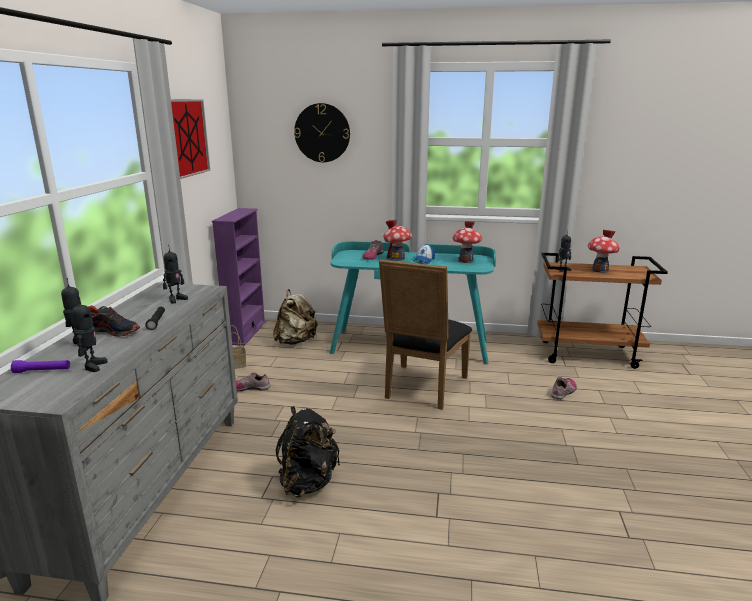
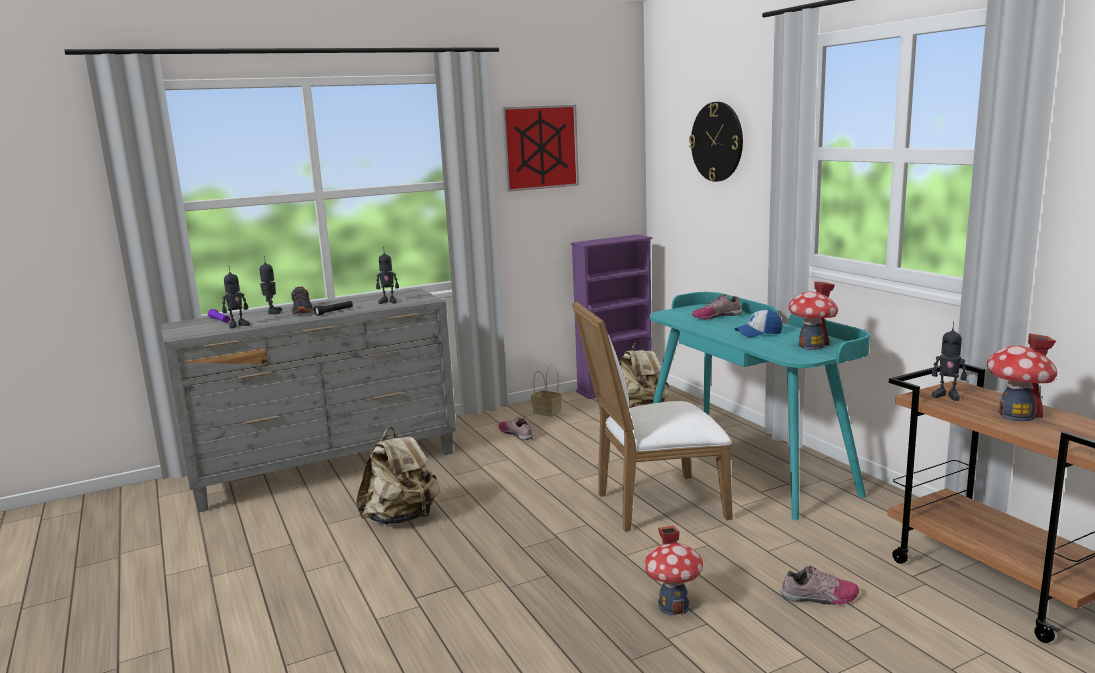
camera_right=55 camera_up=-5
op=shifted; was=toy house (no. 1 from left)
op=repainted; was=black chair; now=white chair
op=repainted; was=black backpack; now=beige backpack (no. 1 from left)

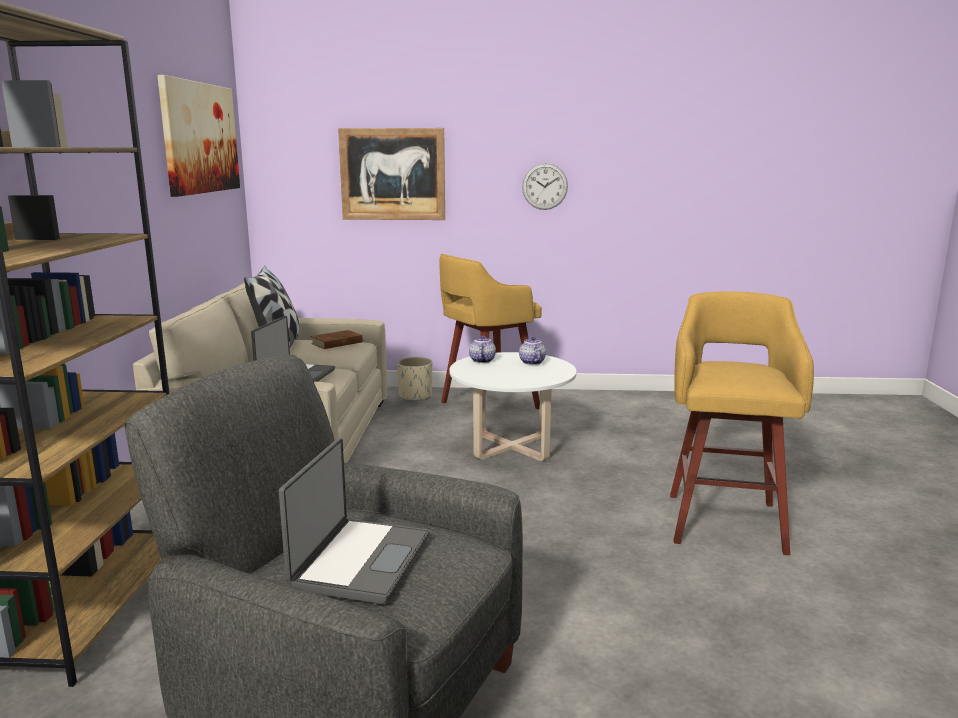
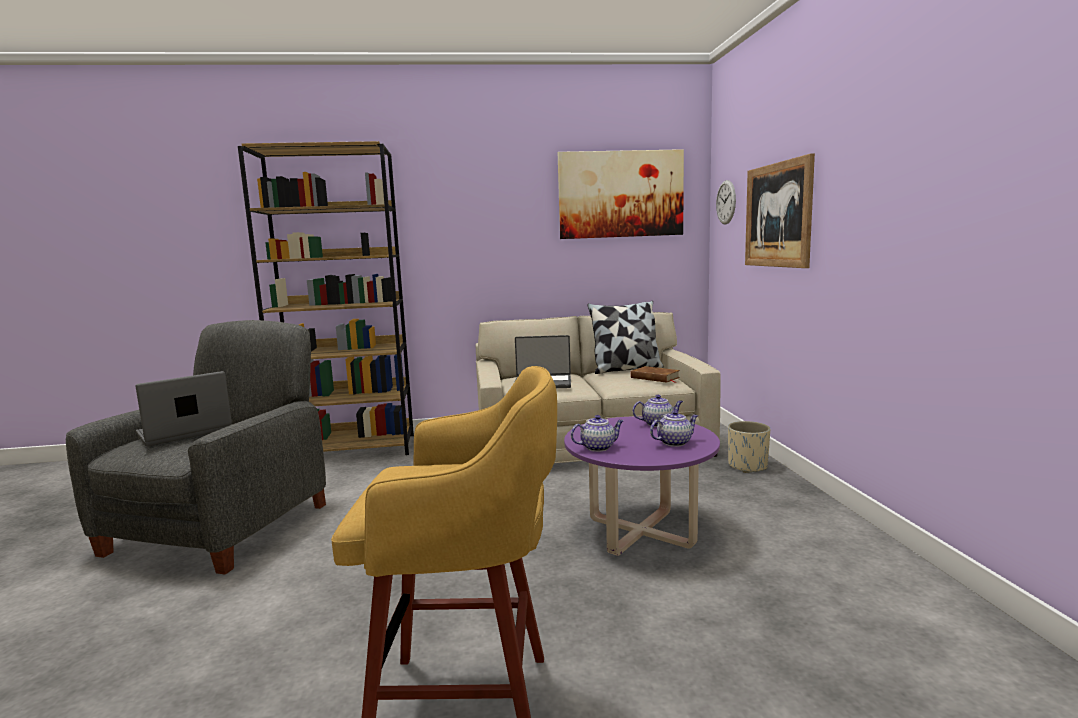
camera_right=80 camera_up=-5
op=shifted; was=wall clock
op=gone; was=yellow stool (no. 1 from left)
op=repainted; was=white coffee table; now=purple coffee table
op=rotated; was=laptop (no. 2 from left in the first image); clockwise=135
op=new; now=teapot (no. 1 from left)

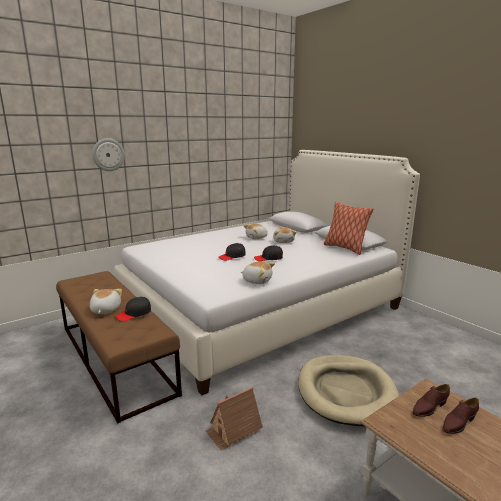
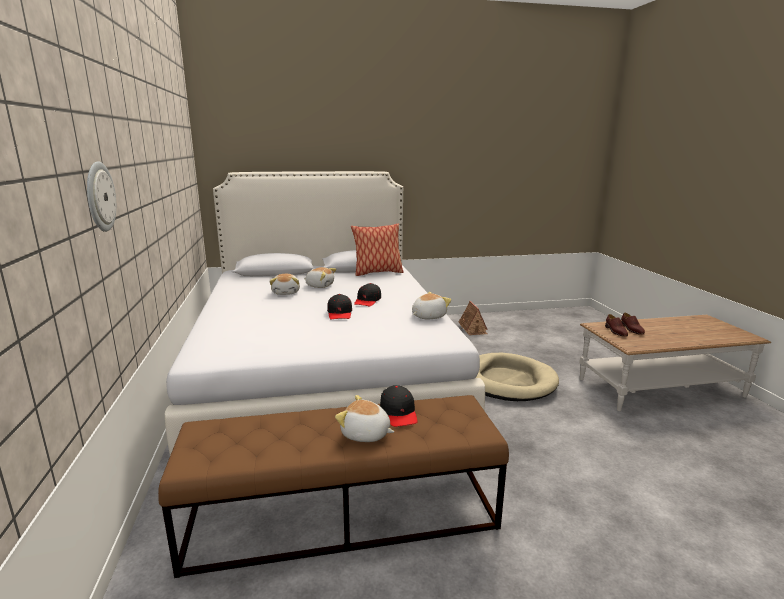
camera_right=-65 camera_up=0
op=shifted; was=toy house

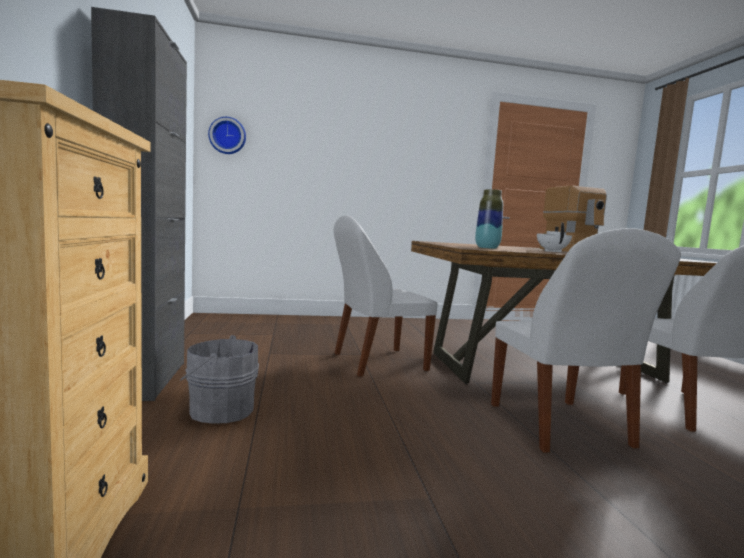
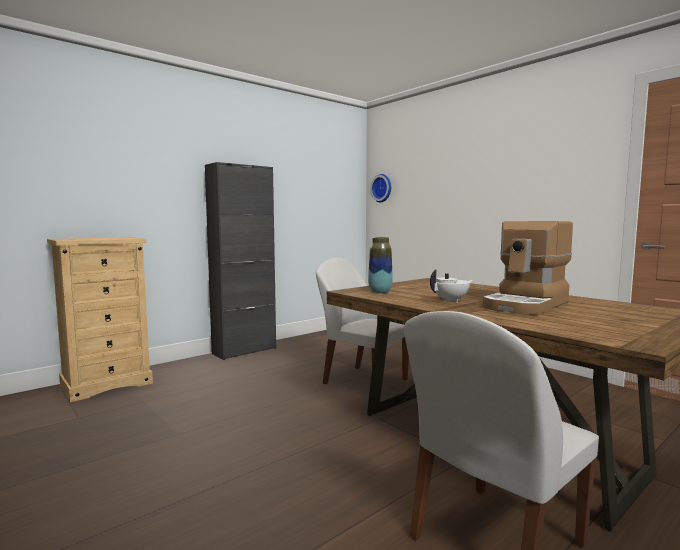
camera_right=60 camera_up=0
op=gone; was=white chair (no. 2 from left)
op=gone; was=grey bucket

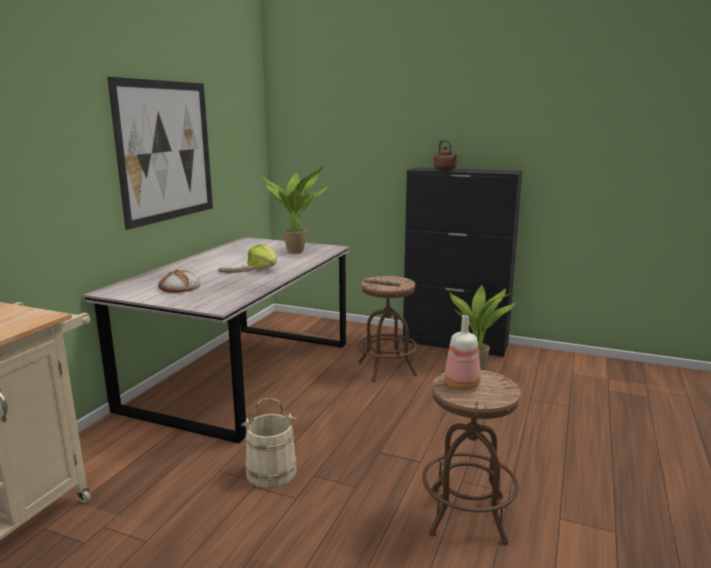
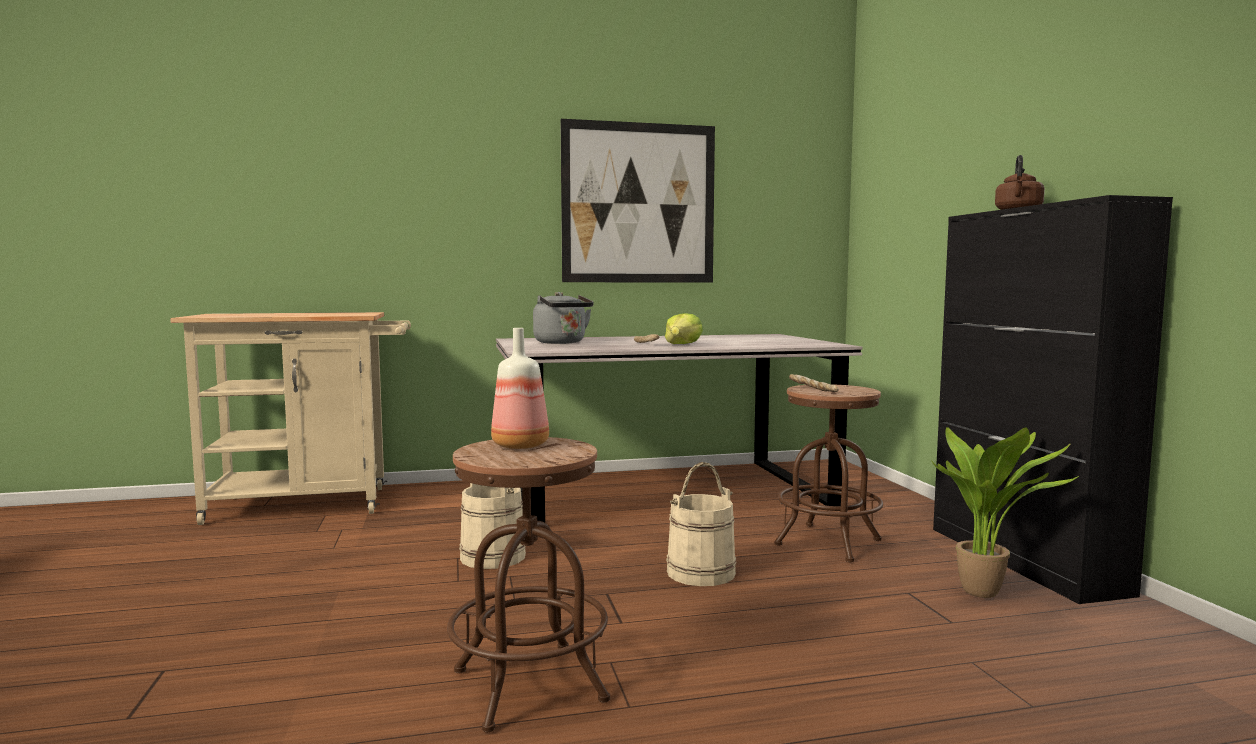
camera_right=55 camera_up=-10
op=gone; was=potted plant (no. 1 from left)
op=swapped; was=bread (no. 1 from left); now=grey kettle
op=new; now=beige bucket (no. 2 from left)

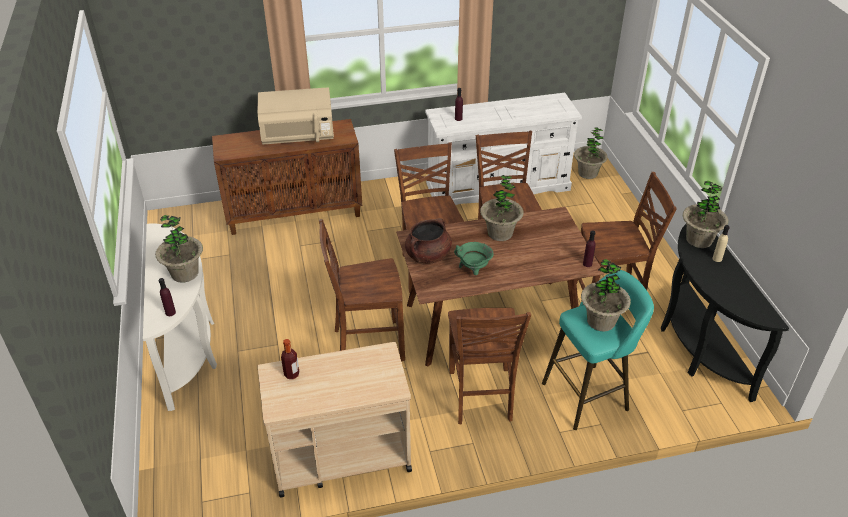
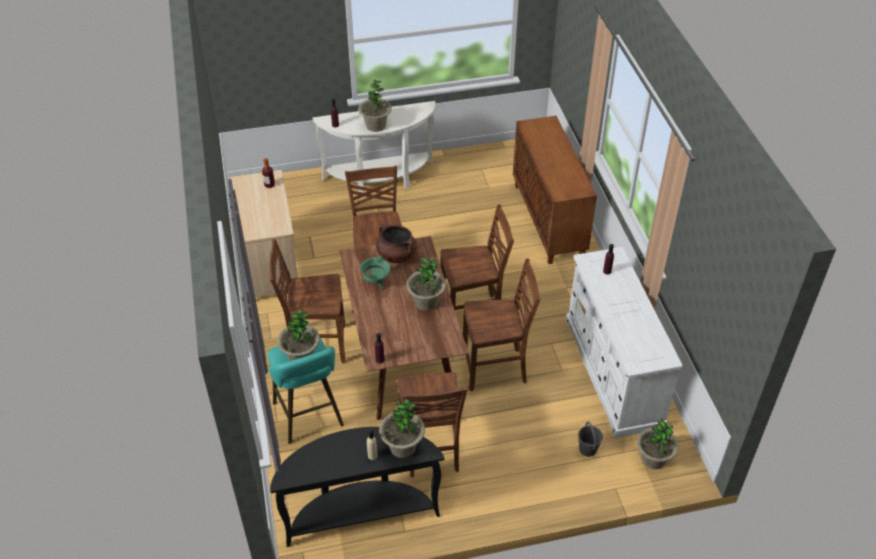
camera_right=90 camera_up=5
op=gone; was=beige microwave
op=new; now=grey bucket

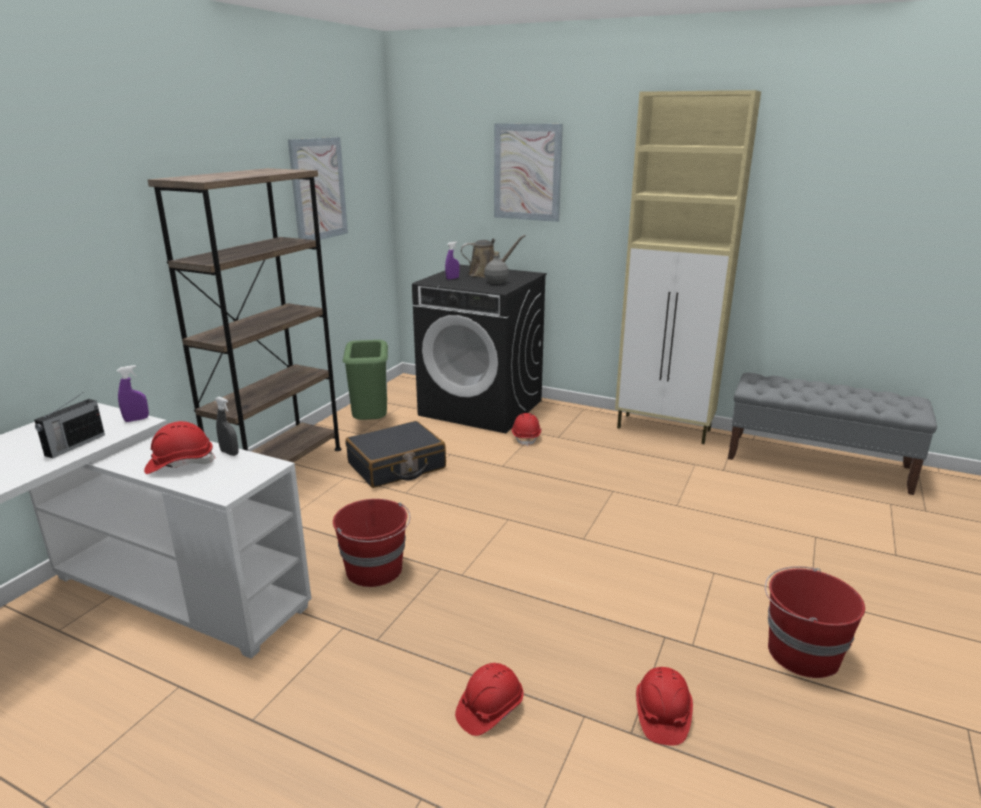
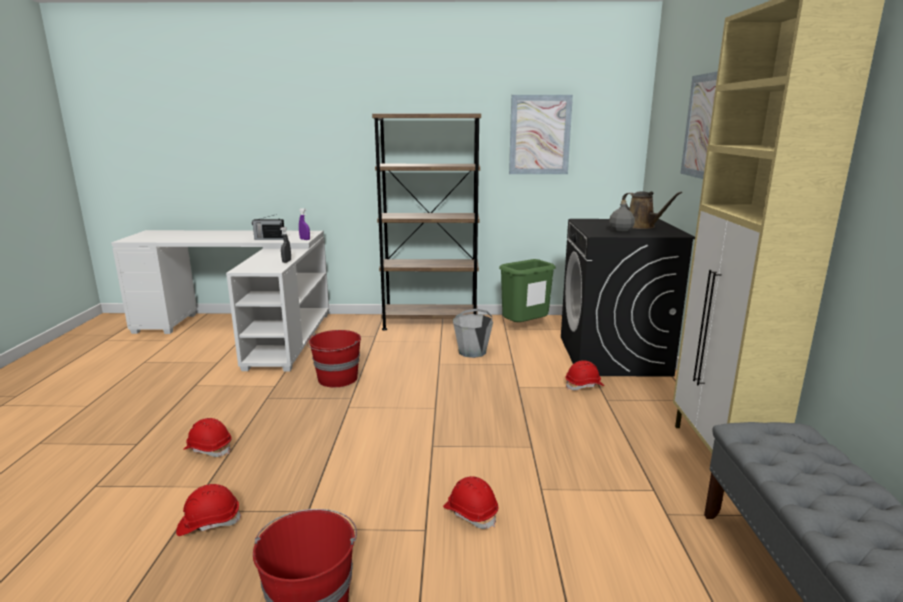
camera_right=65 camera_up=-5
op=gone; was=purple spray bottle (no. 2 from left)
op=shifted; was=red hard hat (no. 1 from left in the first image); now=red hard hat (no. 3 from left)
op=swapped; was=black suitcase; now=grey bucket

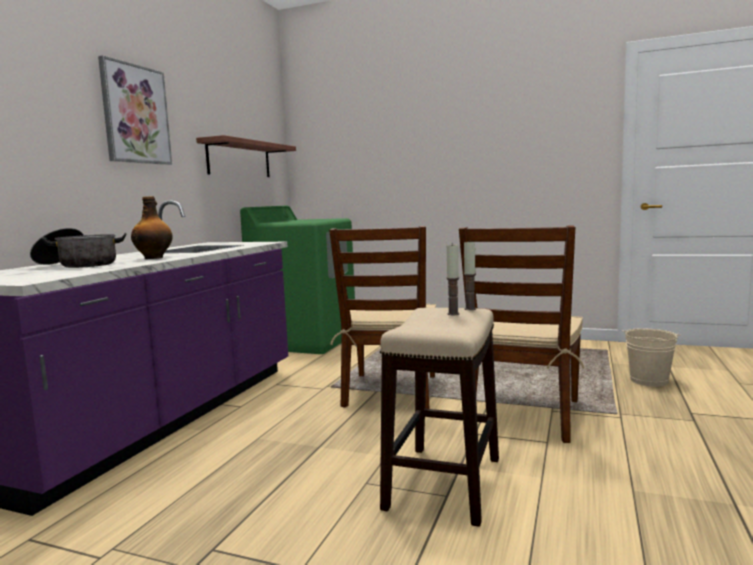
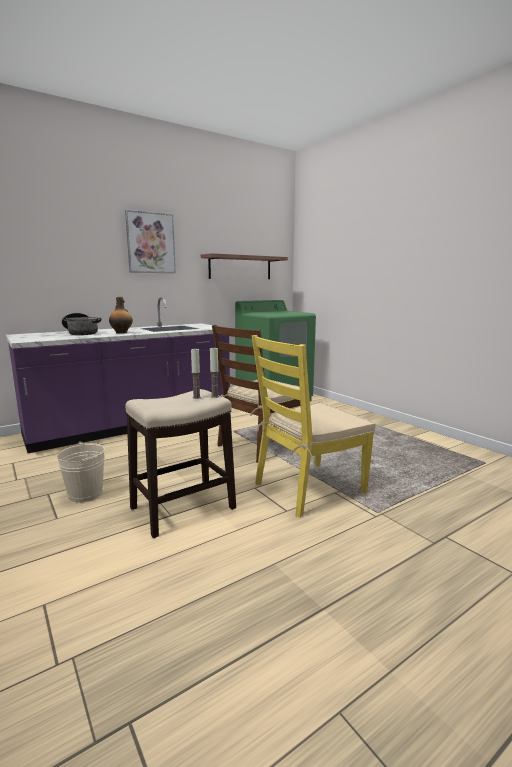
camera_right=35 camera_up=5
op=repainted; was=brown chair (no. 2 from left); now=yellow chair
op=shifted; was=beige bucket

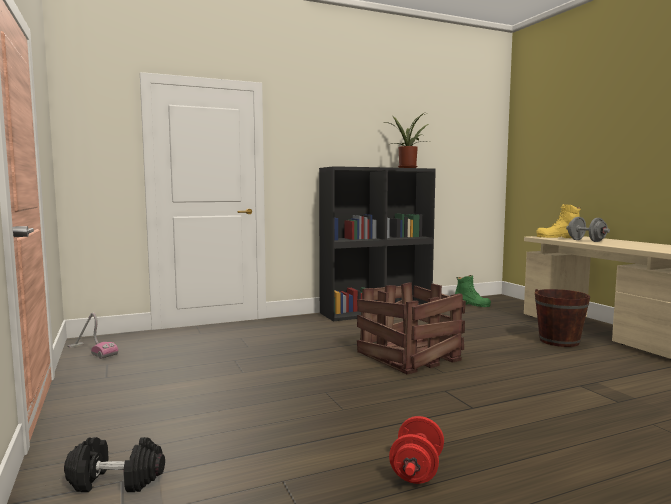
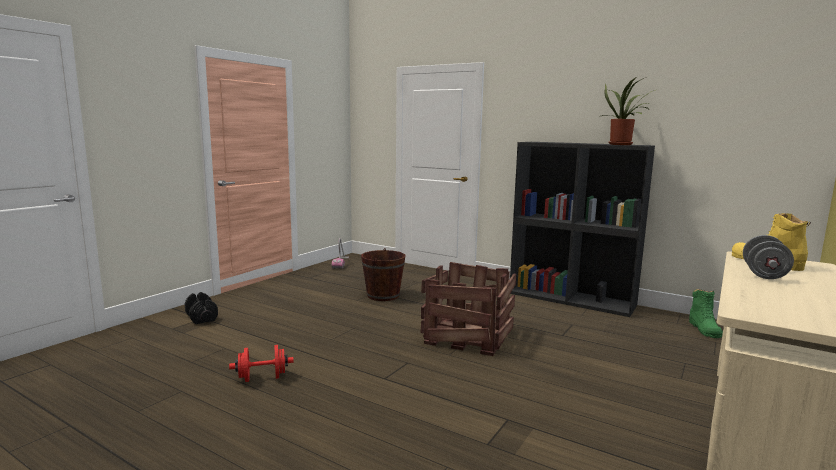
camera_right=55 camera_up=5
op=shifted; was=brown bucket

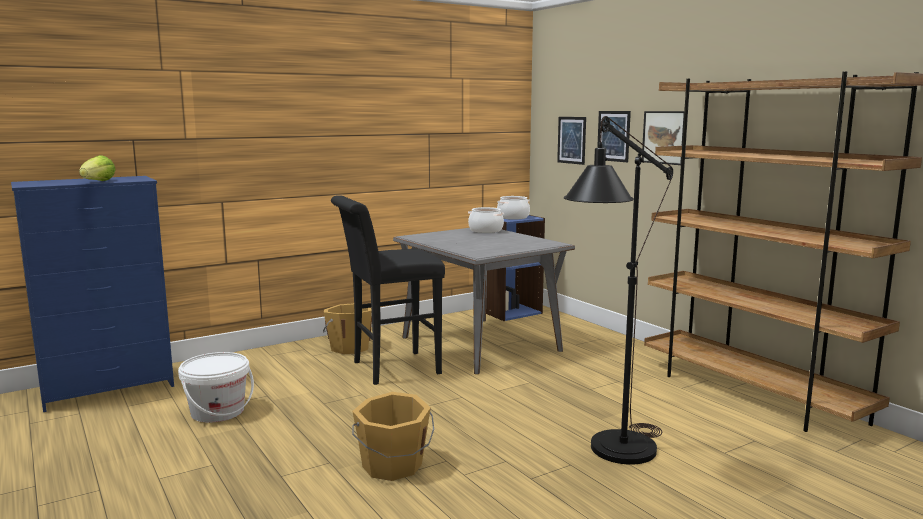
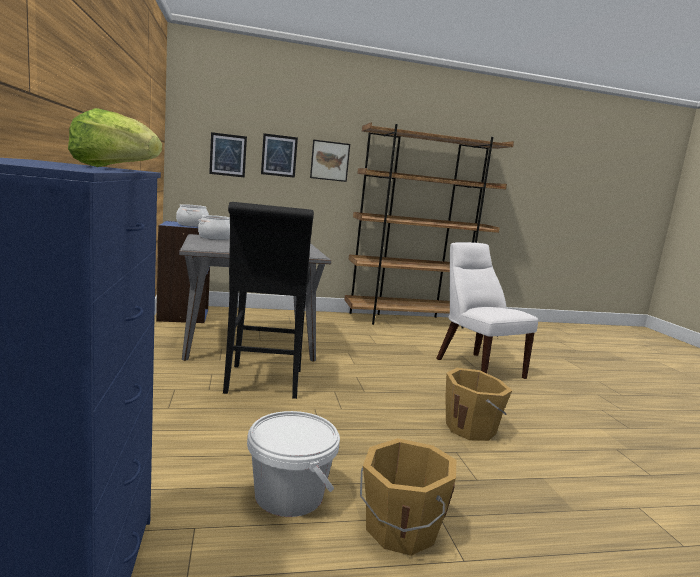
camera_right=-70 camera_up=0
op=swapped; was=black floor lamp; now=white chair
op=shifted; was=orange bucket (no. 1 from left)

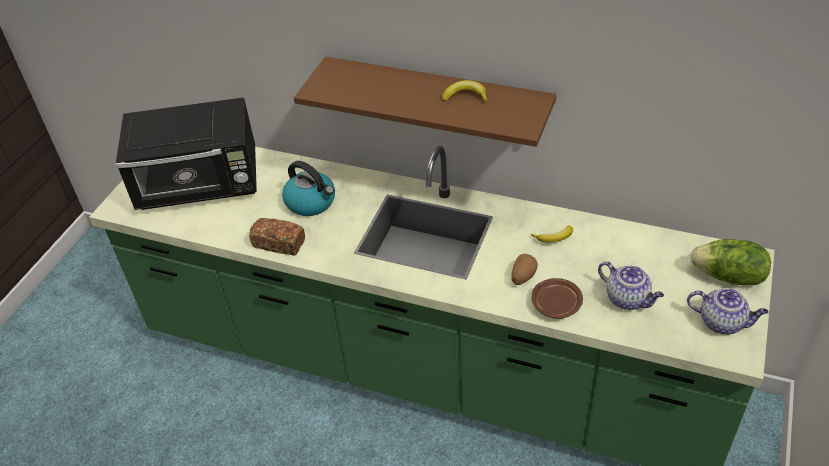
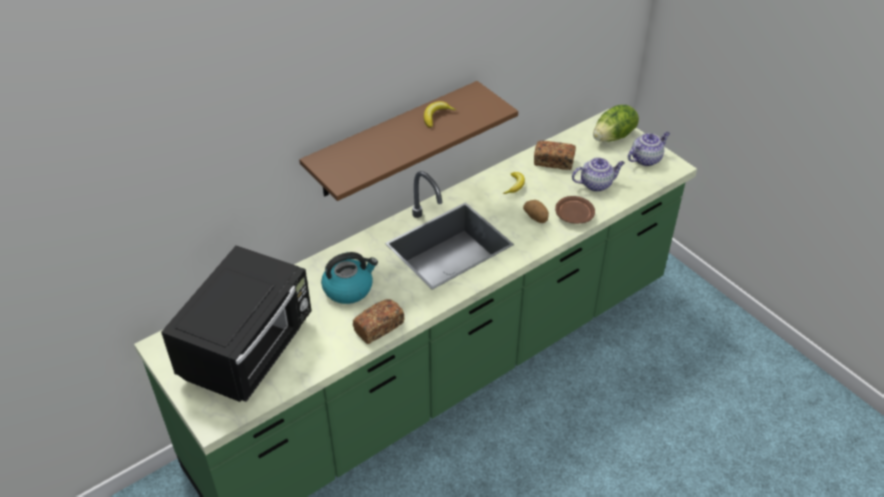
camera_right=-60 camera_up=0
op=new; now=bread (no. 2 from left)

